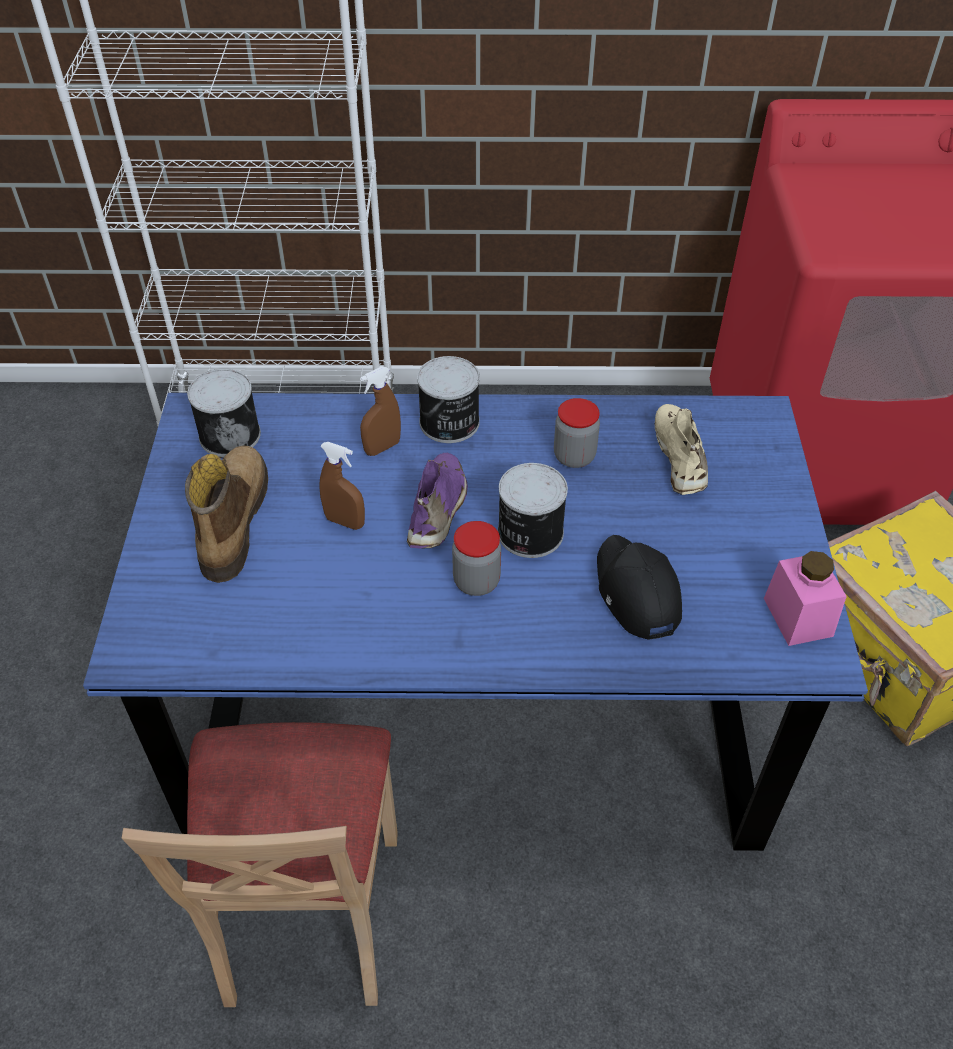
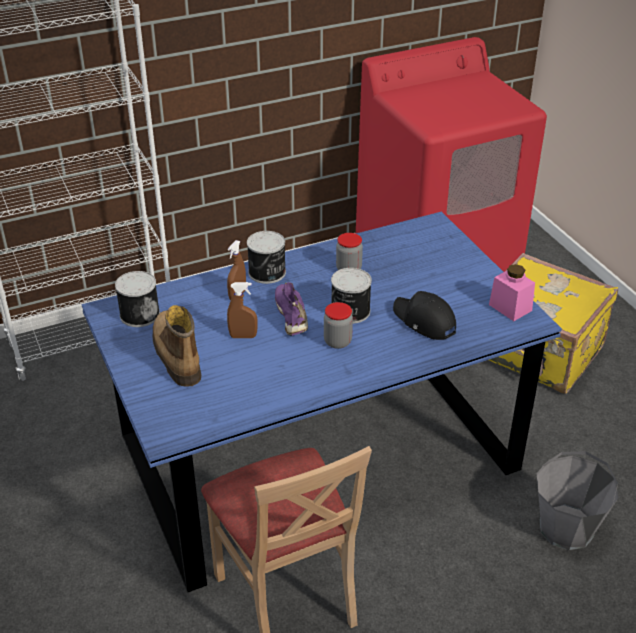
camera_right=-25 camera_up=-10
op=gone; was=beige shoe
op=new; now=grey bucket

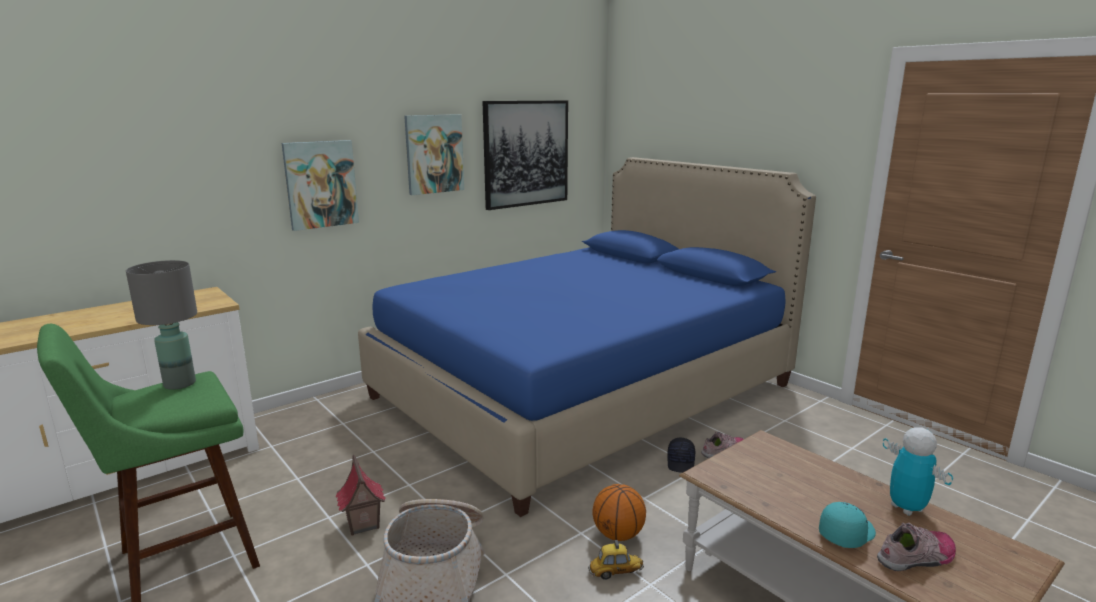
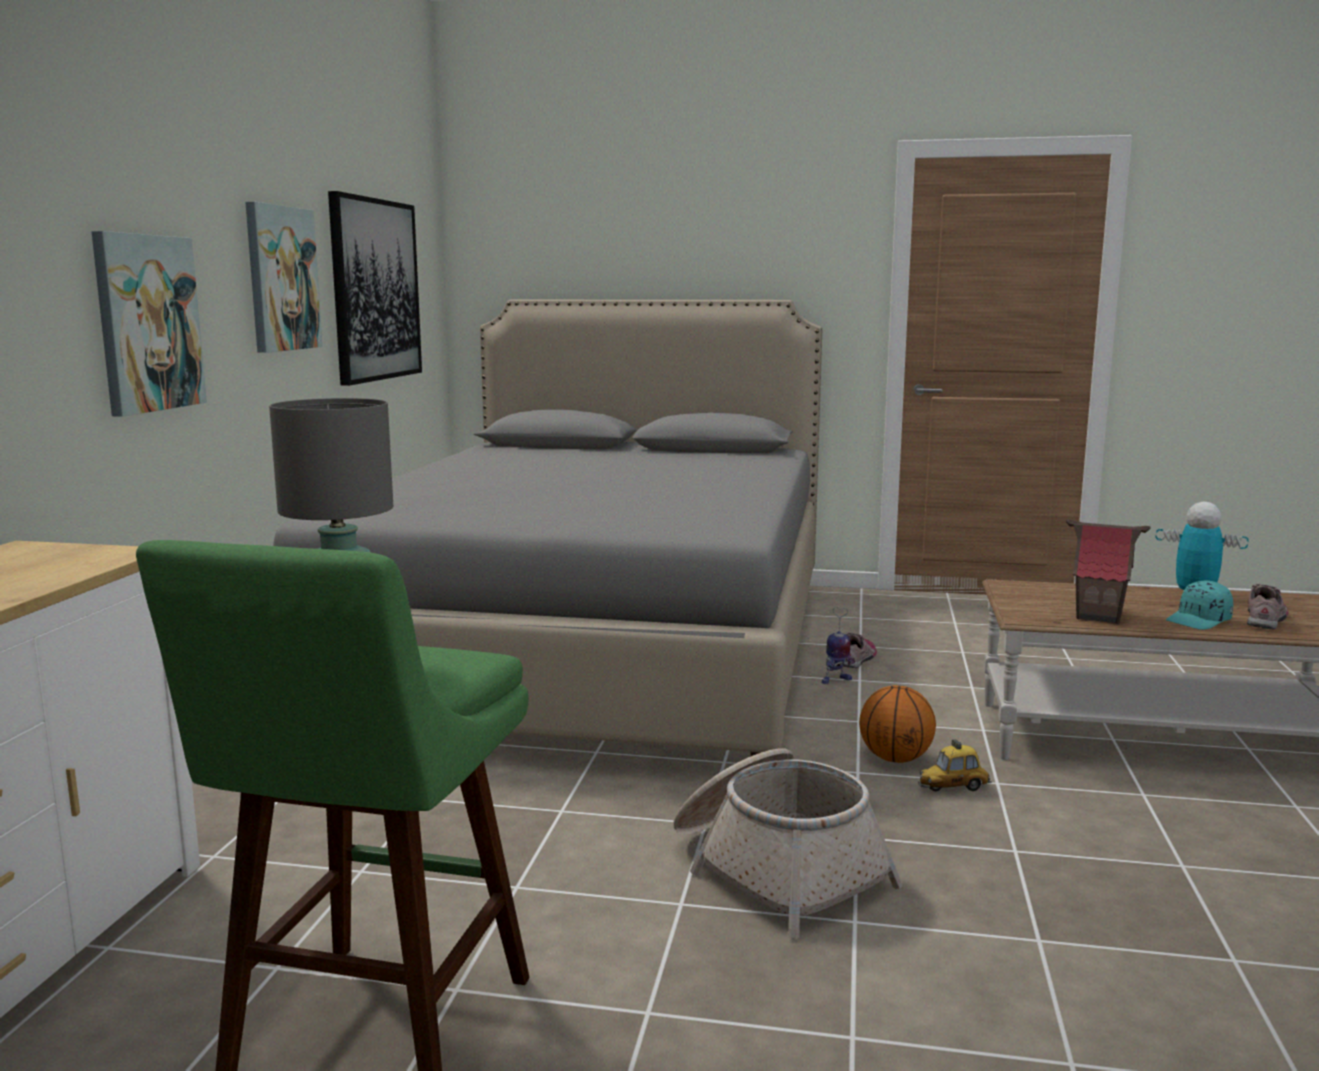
camera_right=-40 camera_up=-5
op=repainted; was=blue bed; now=grey bed
op=swapped; was=black cap; now=toy robot (no. 1 from left)
op=shifted; was=toy house
op=rotated; was=turquoise cap; clockwise=-135
op=rotated; was=toy car; clockwise=-150

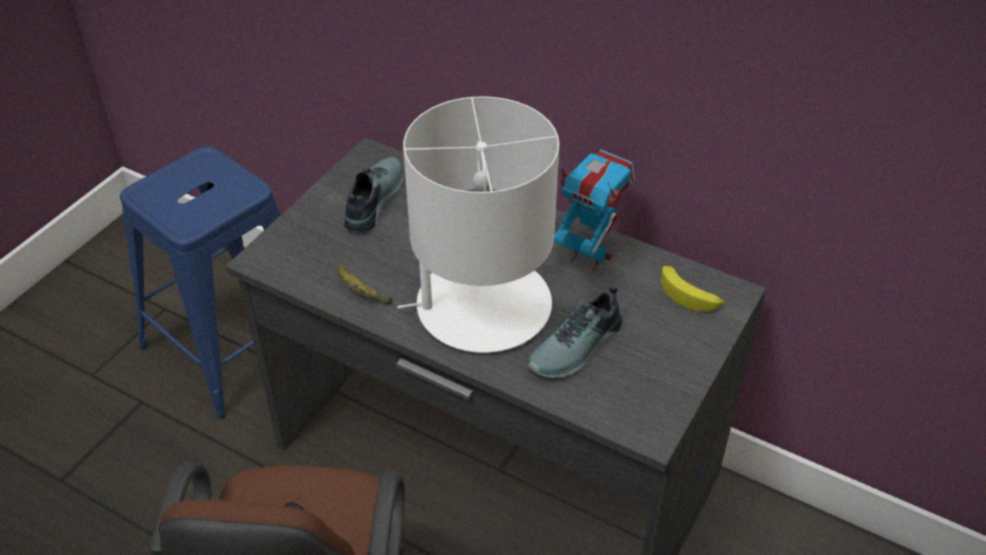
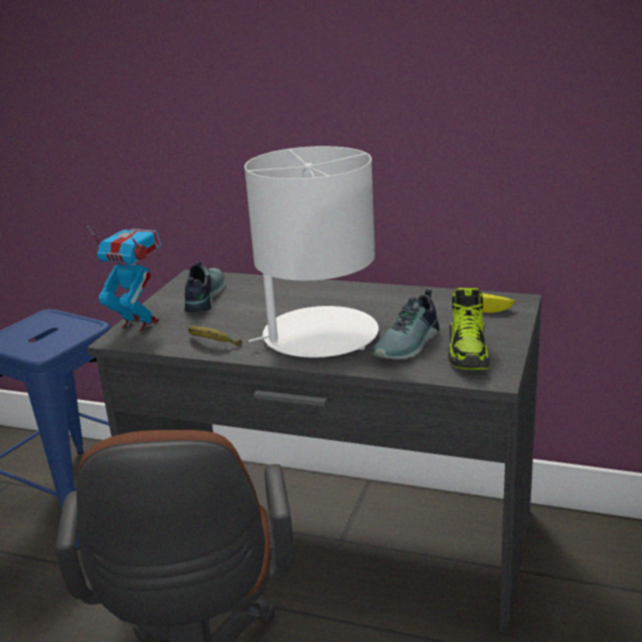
camera_right=-10 camera_up=-20
op=shifted; was=toy robot
op=new; now=shoe (no. 3 from left)

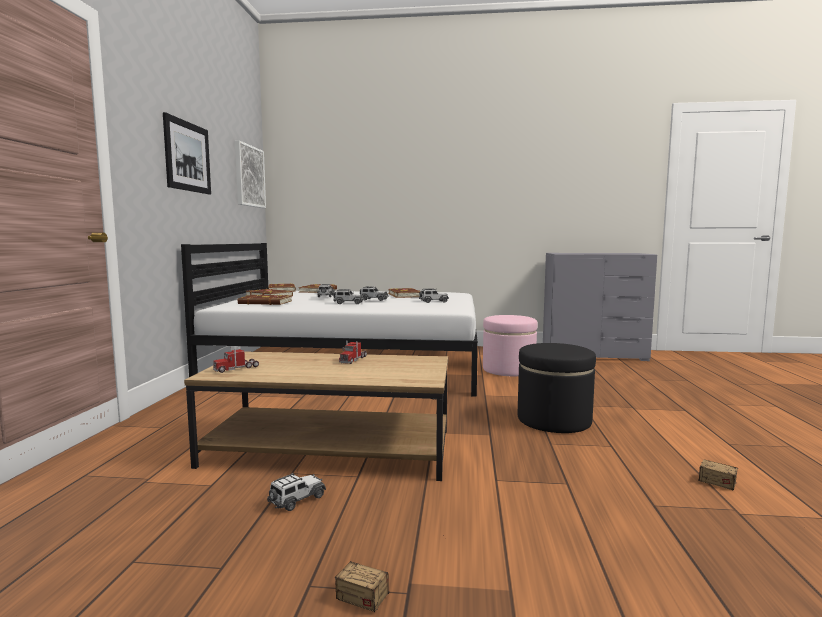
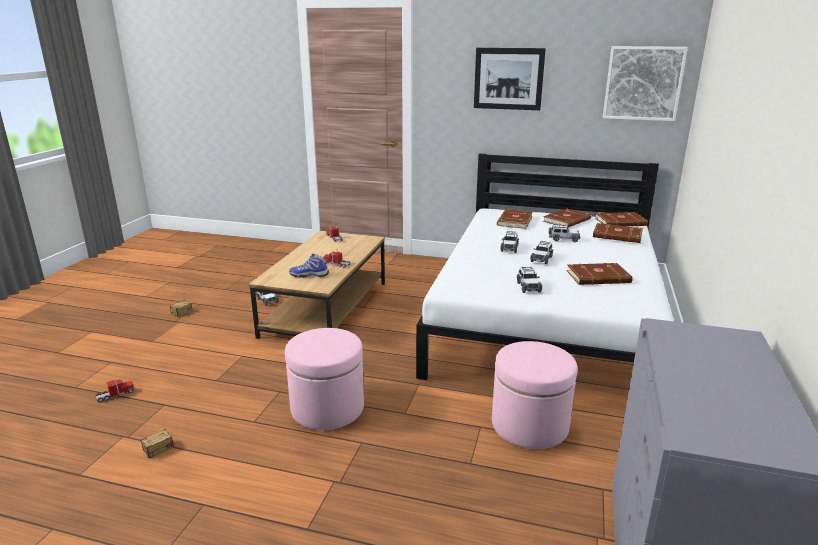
camera_right=100 camera_up=15
op=repainted; was=black ottoman; now=pink ottoman (no. 1 from left)
op=new; now=shoe
op=new; now=toy truck (no. 1 from left)

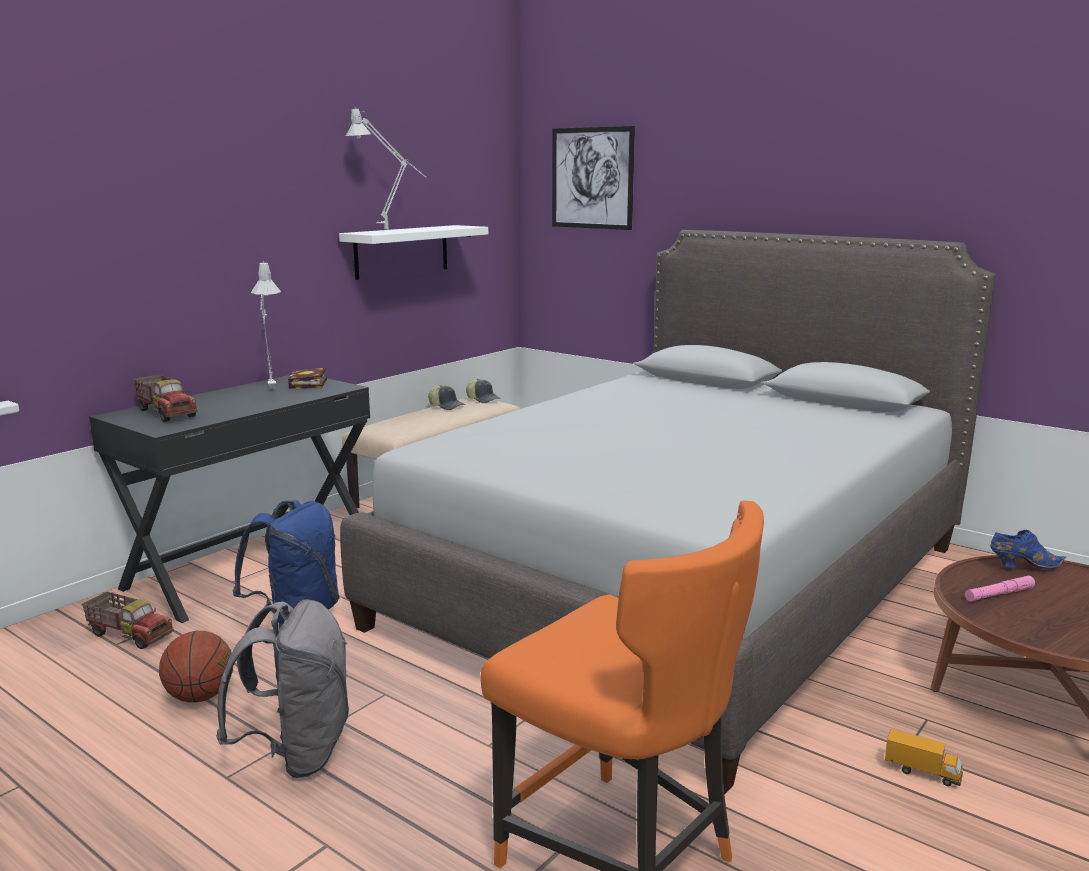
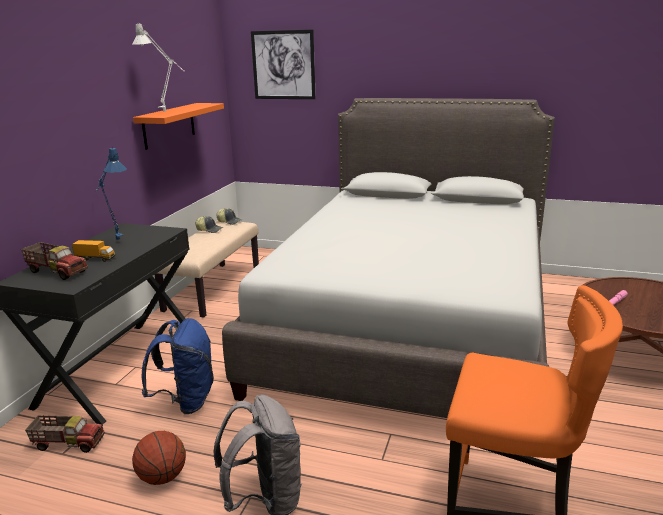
camera_right=-20 camera_up=5
op=repainted; was=white shelf; now=orange shelf
op=repainted; was=grey table lamp (no. 1 from left); now=blue table lamp
op=gone; was=book
op=gone; was=blue shoe
op=shifted; was=toy truck (no. 3 from left)

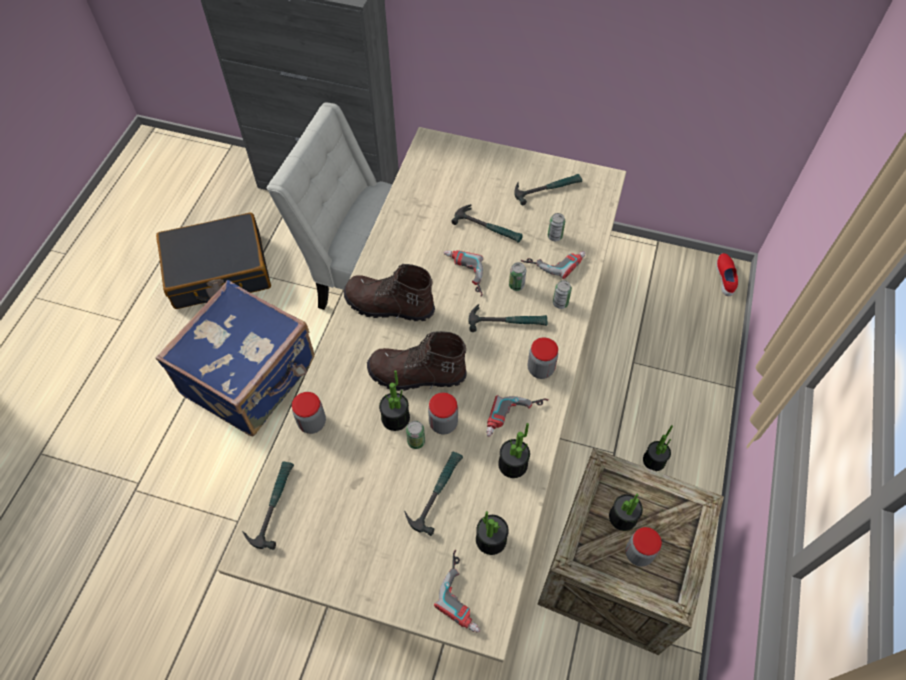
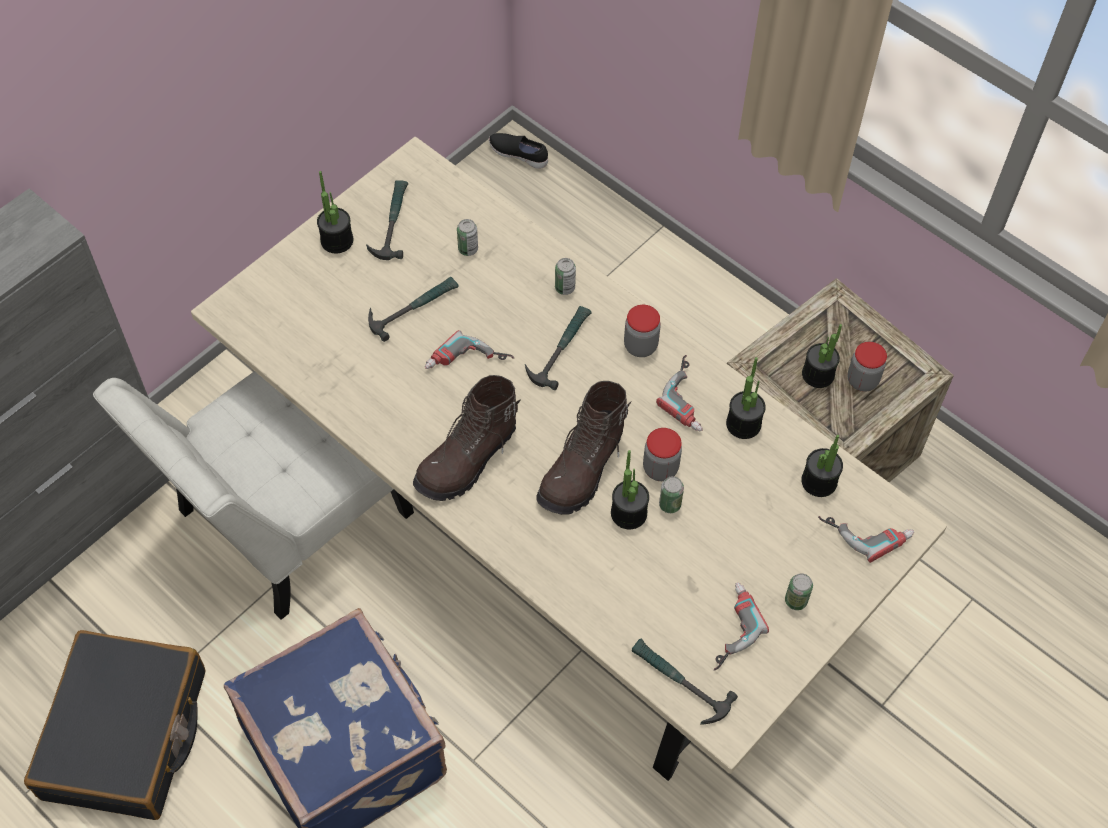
camera_right=-65 camera_up=0
op=shifted; was=power drill (no. 4 from left in the first image); now=power drill (no. 3 from left)
op=repainted; was=red shoe; now=black shoe
op=shifted; was=can (no. 2 from left in the first image); now=can (no. 4 from left)
op=gone; was=jar (no. 1 from left)
op=shifted; was=potted plant (no. 5 from left in the first image); now=potted plant (no. 1 from left)
op=gone; was=hammer (no. 2 from left)

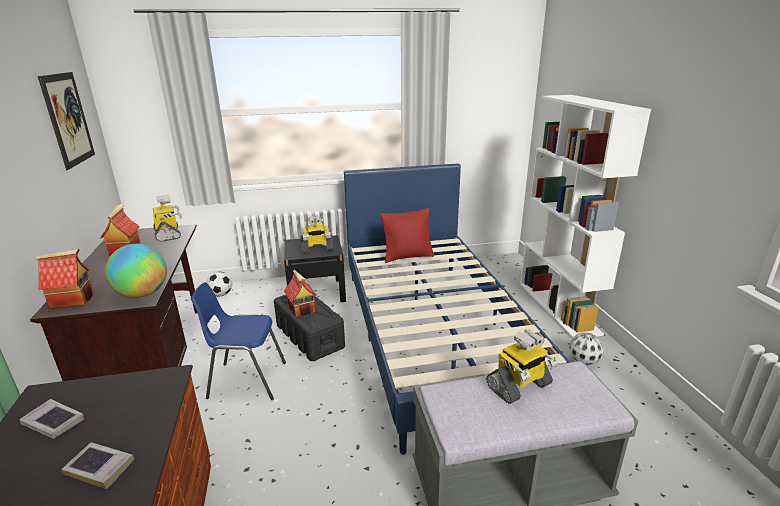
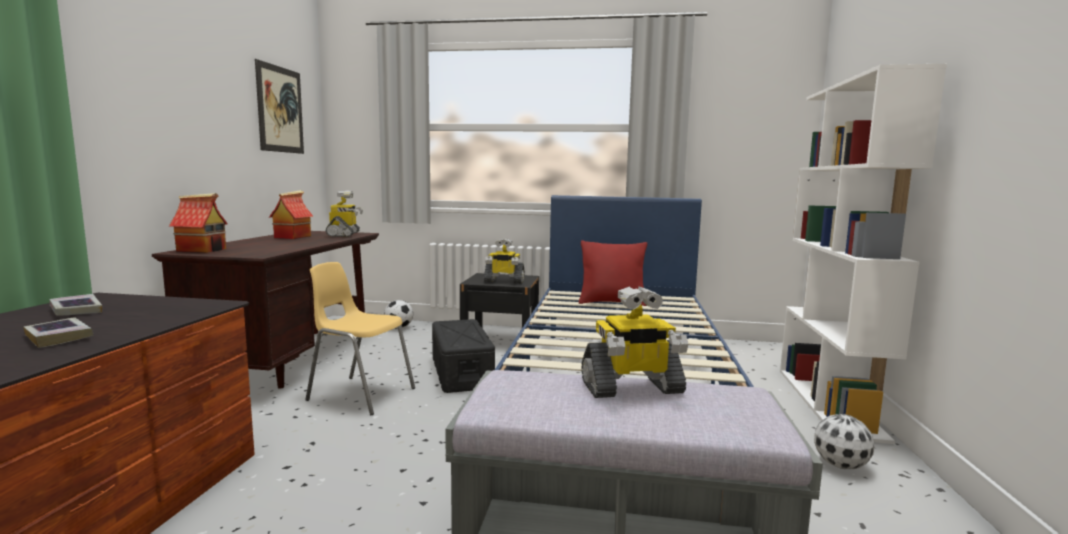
camera_right=20 camera_up=-15
op=gone; was=globe
op=gone; was=toy house (no. 3 from left)
op=repainted; was=blue chair; now=yellow chair

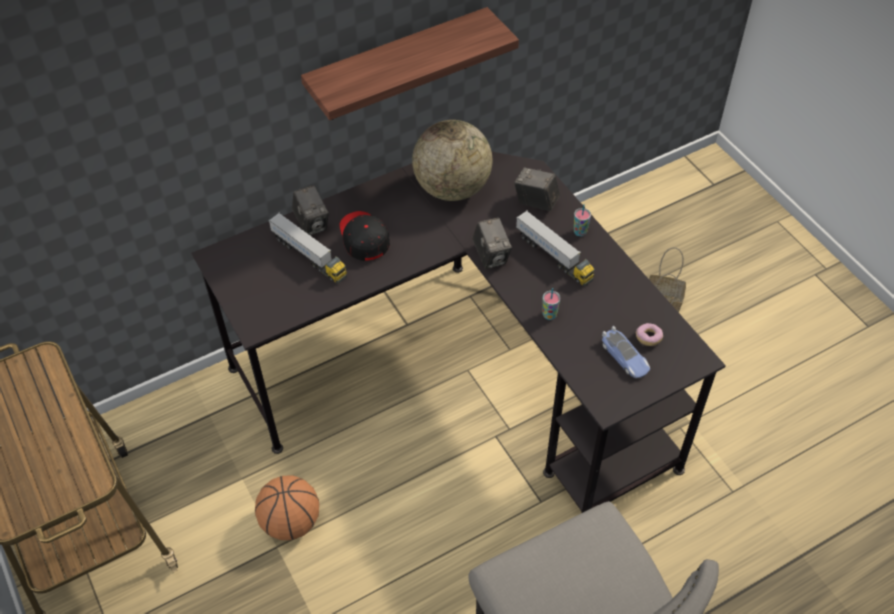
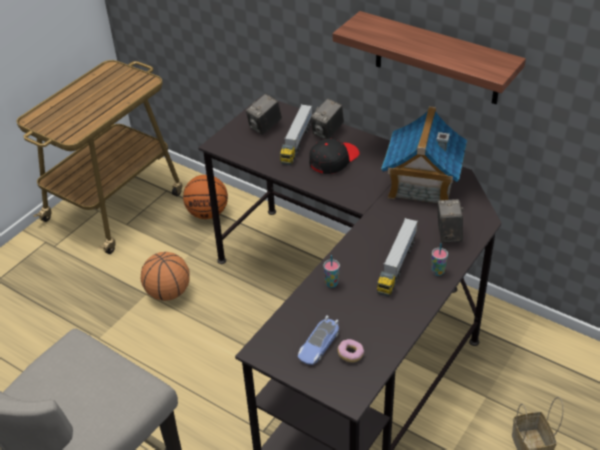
camera_right=65 camera_up=-10
op=swapped; was=globe; now=toy house
op=shifted; was=photo camera (no. 2 from left in the first image); now=photo camera (no. 1 from left)
op=new; now=basketball (no. 2 from left)

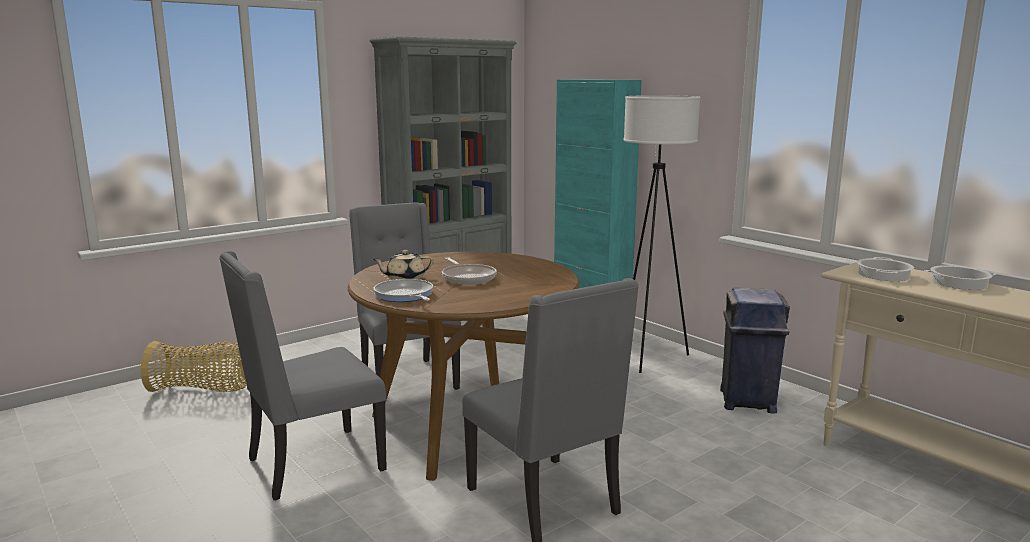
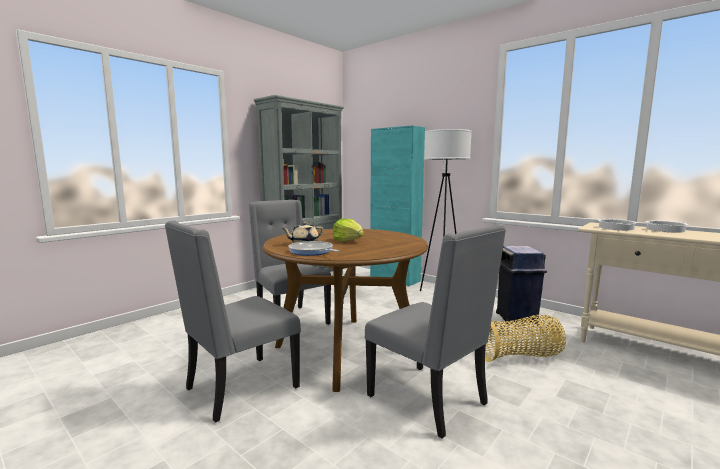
camera_right=-10 camera_up=-5
op=swapped; was=frying pan (no. 2 from left); now=lettuce
op=shifted; was=basket

